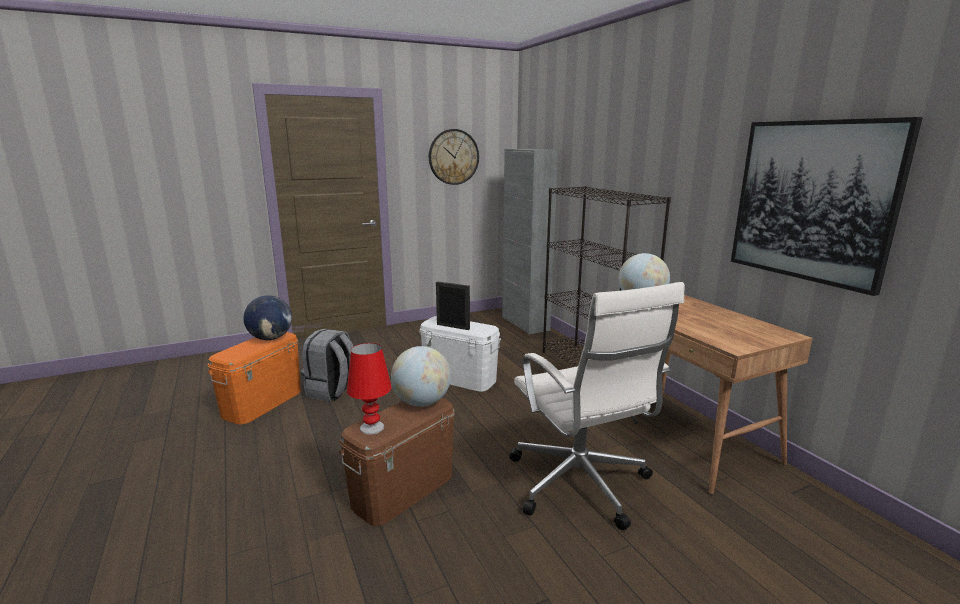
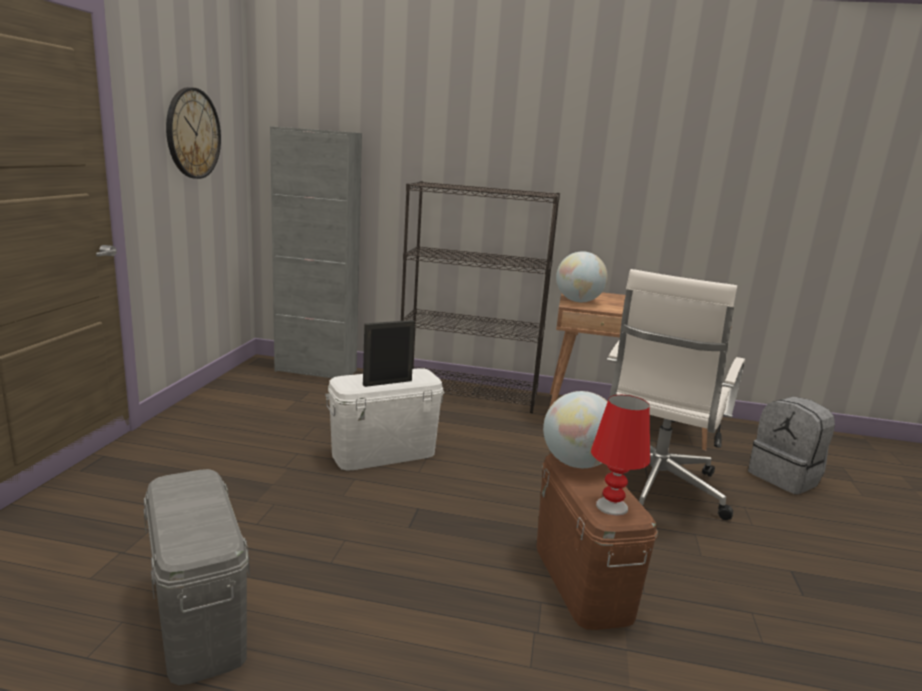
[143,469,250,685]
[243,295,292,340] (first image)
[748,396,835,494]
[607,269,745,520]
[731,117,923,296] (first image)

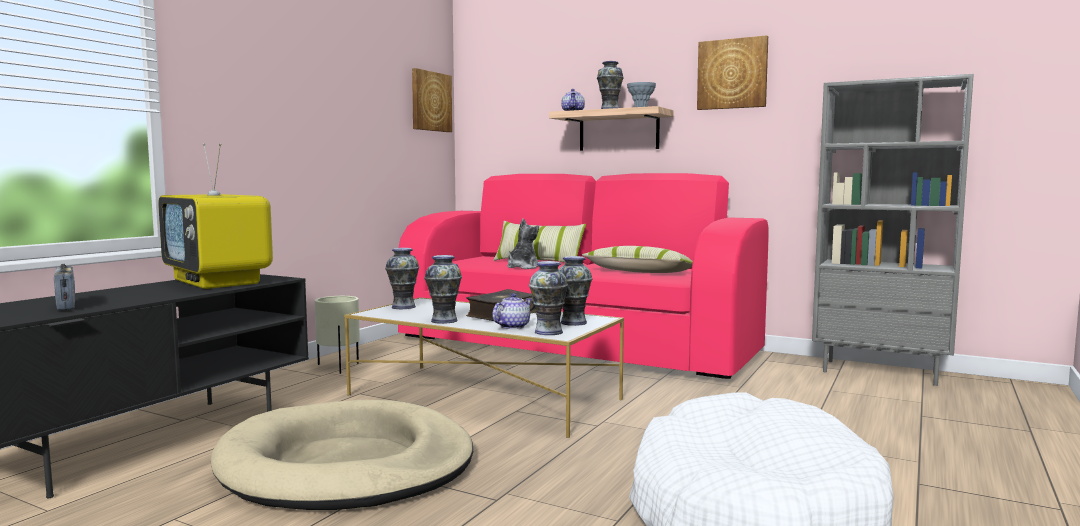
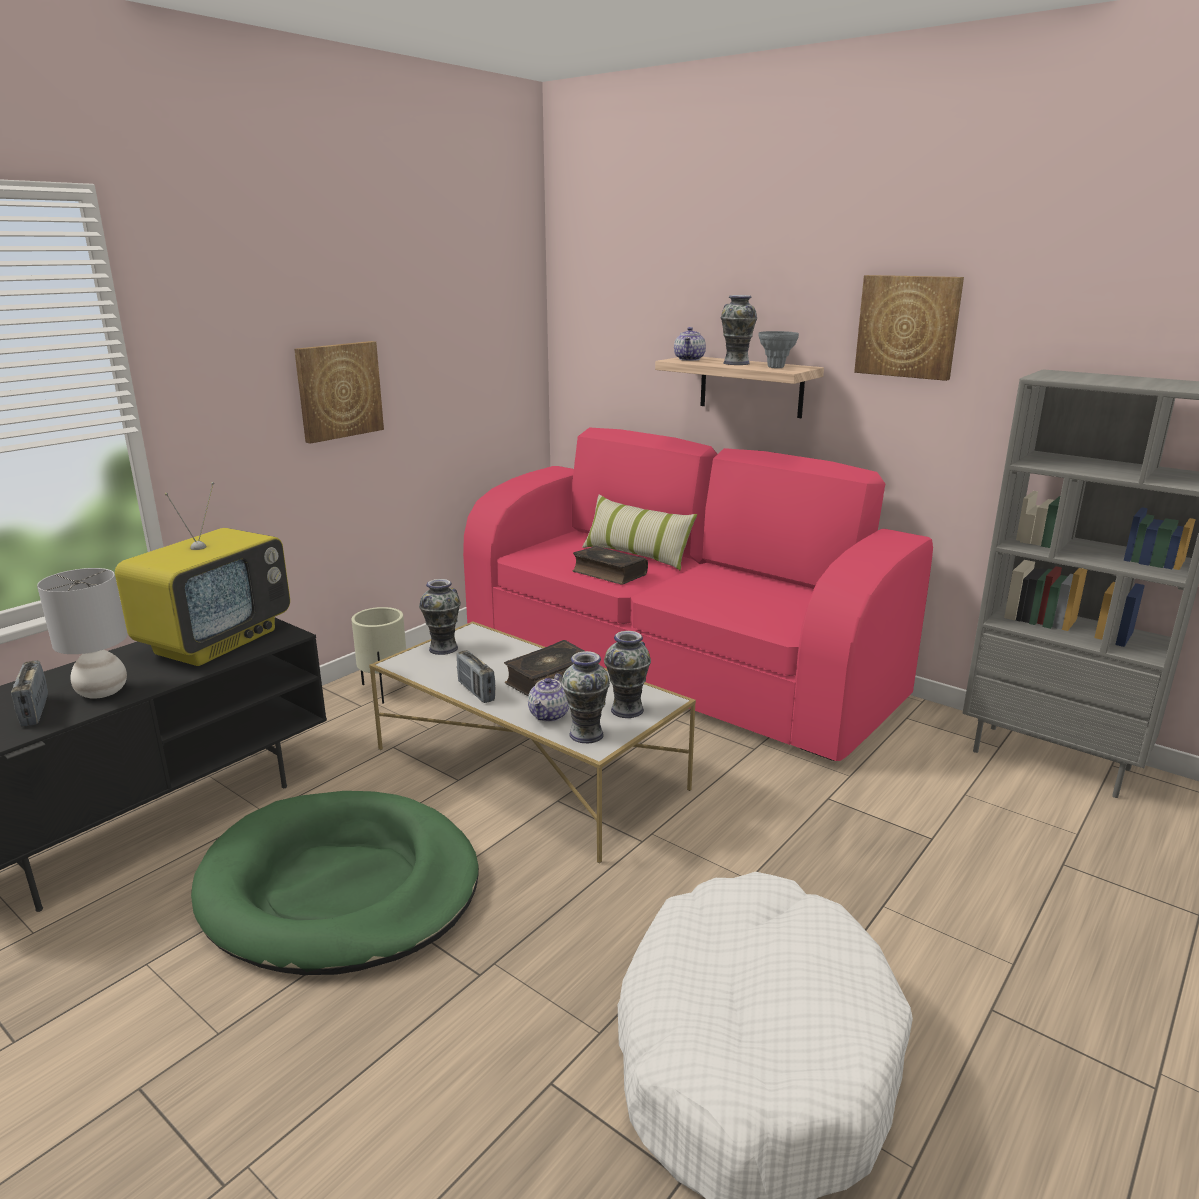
[115,482,290,666]
[191,791,479,975]
[294,341,384,444]
[457,650,495,703]
[528,674,569,722]
[573,546,648,584]
[582,246,693,273] (first image)
[37,568,127,699]

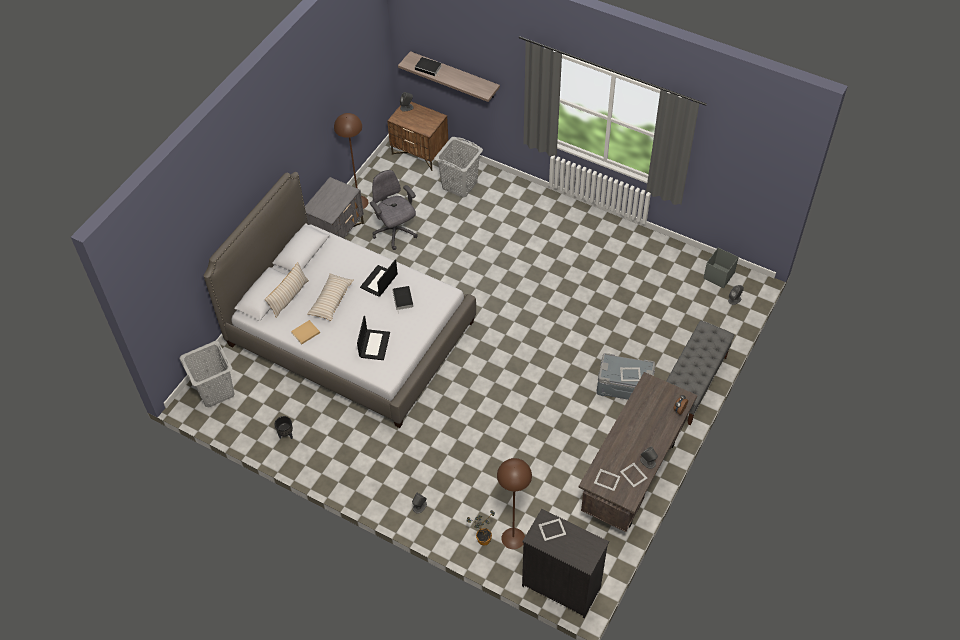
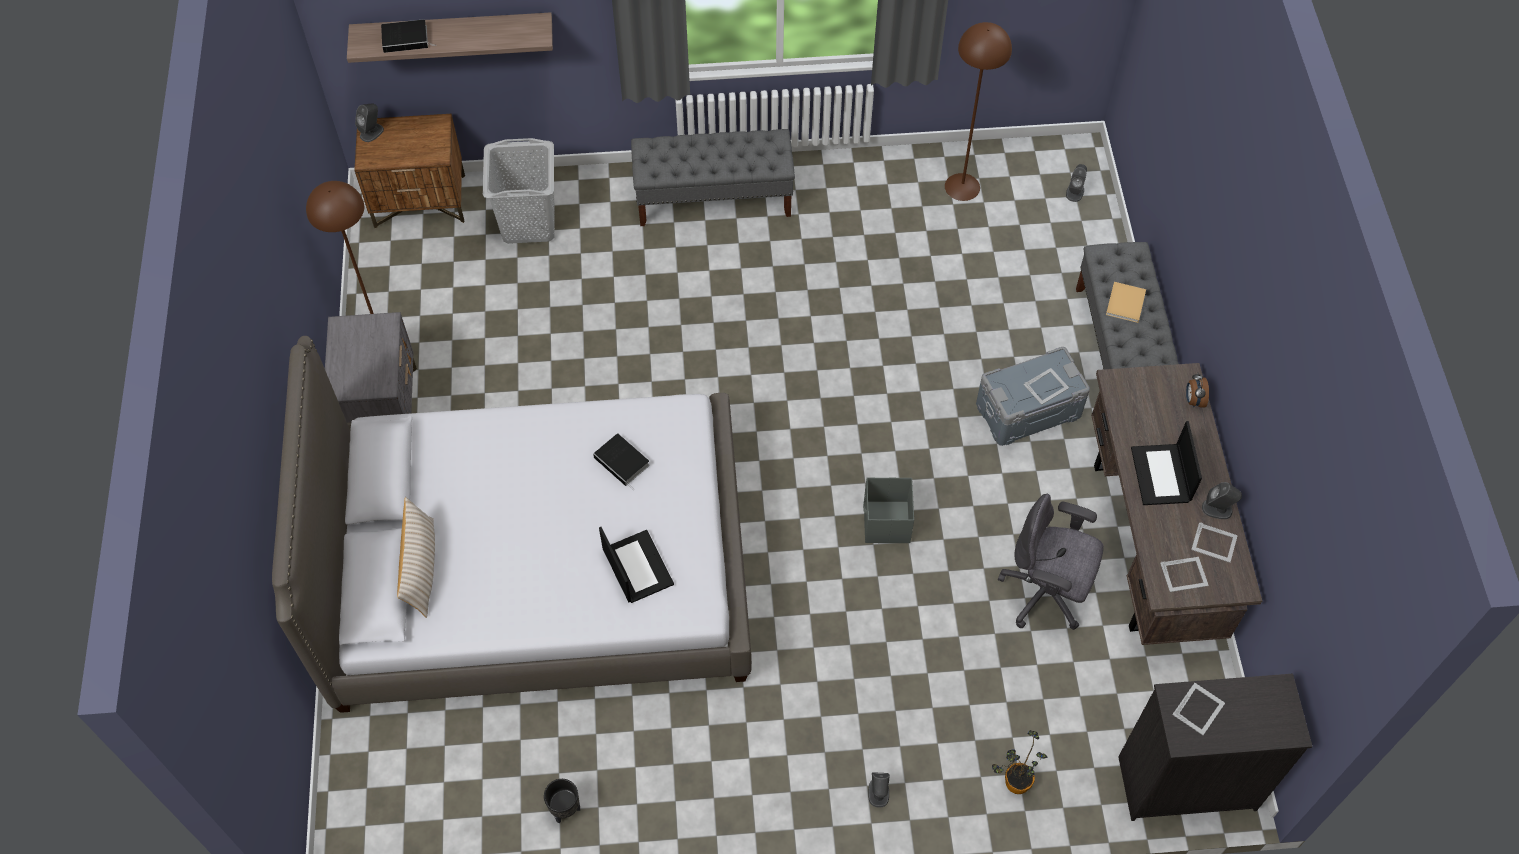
[180,341,235,407] (first image)
[1106,282,1146,323]
[307,273,354,321] (first image)
[1131,421,1202,505]
[998,494,1104,630]
[945,22,1012,201]
[863,478,914,543]
[631,129,795,226]

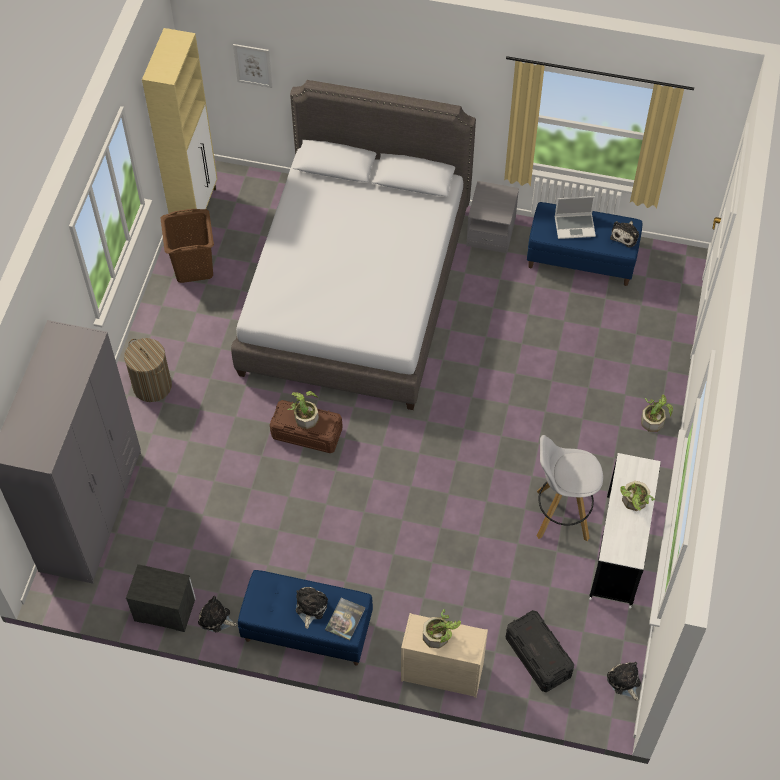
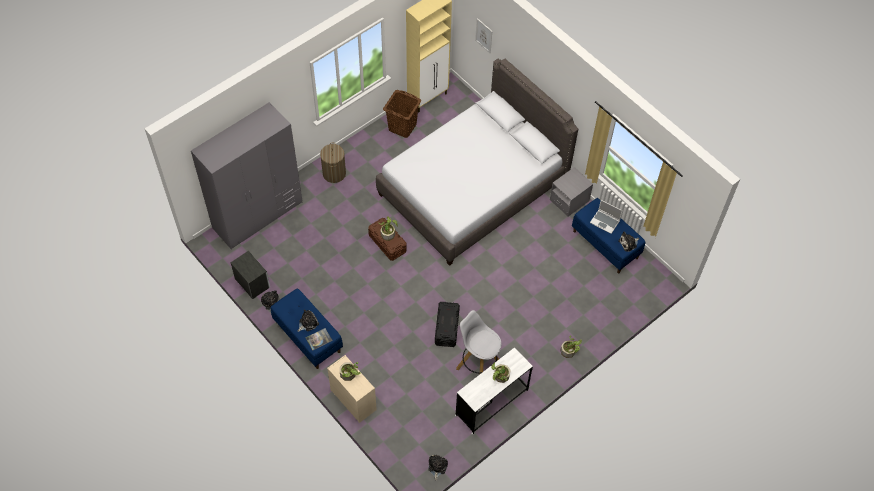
[435,302,460,347]

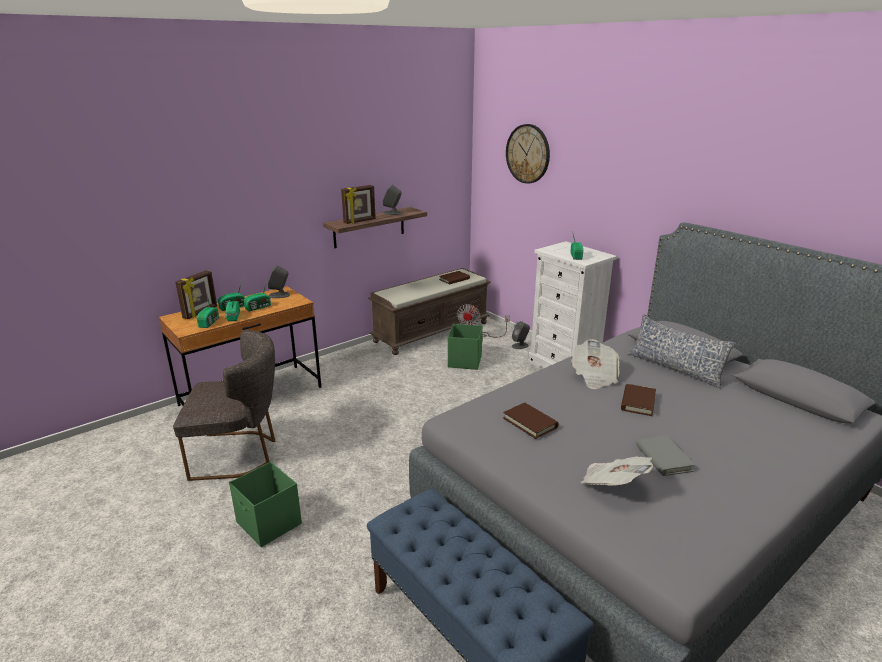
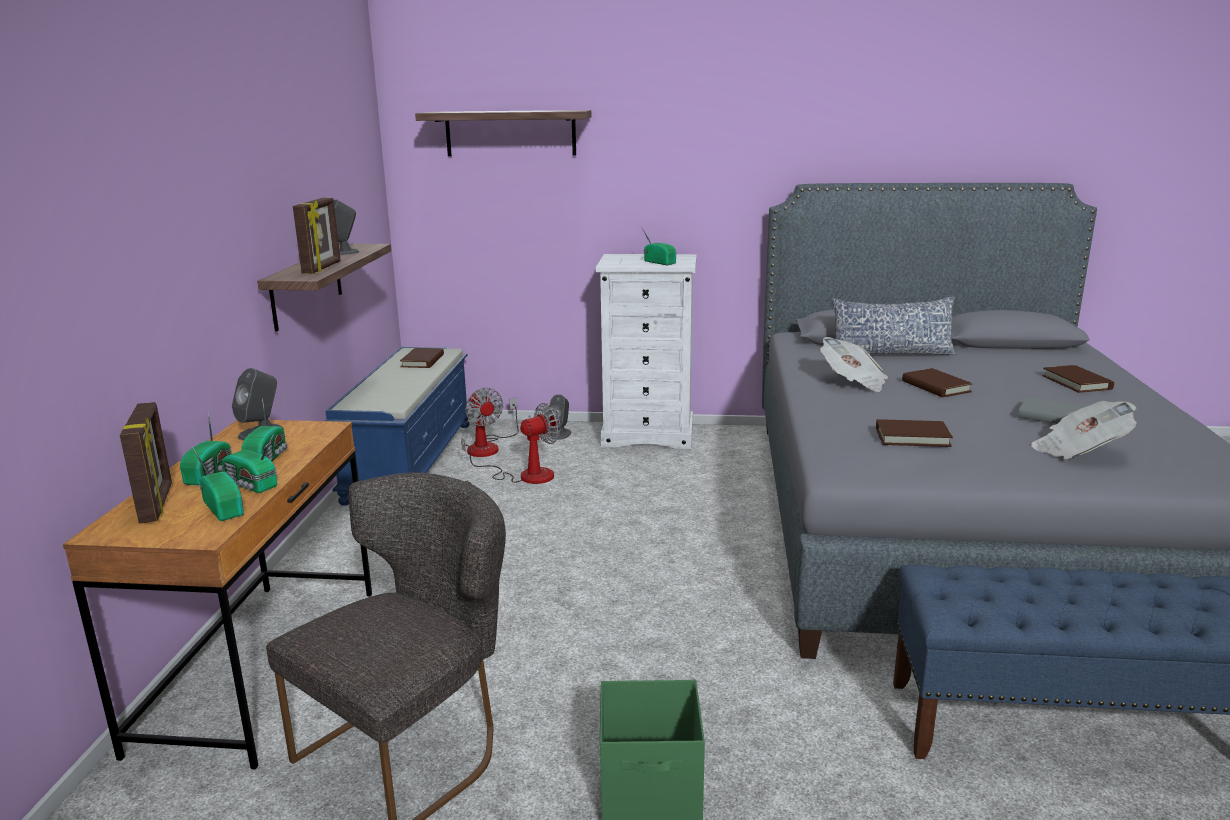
[325,347,470,506]
[461,403,561,484]
[415,110,591,156]
[1042,365,1114,393]

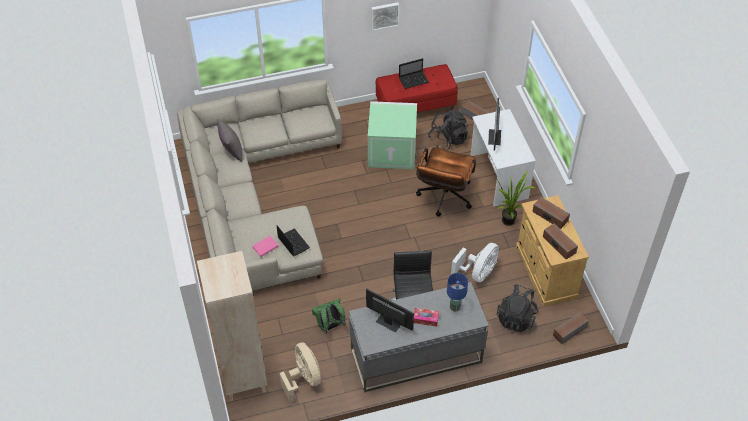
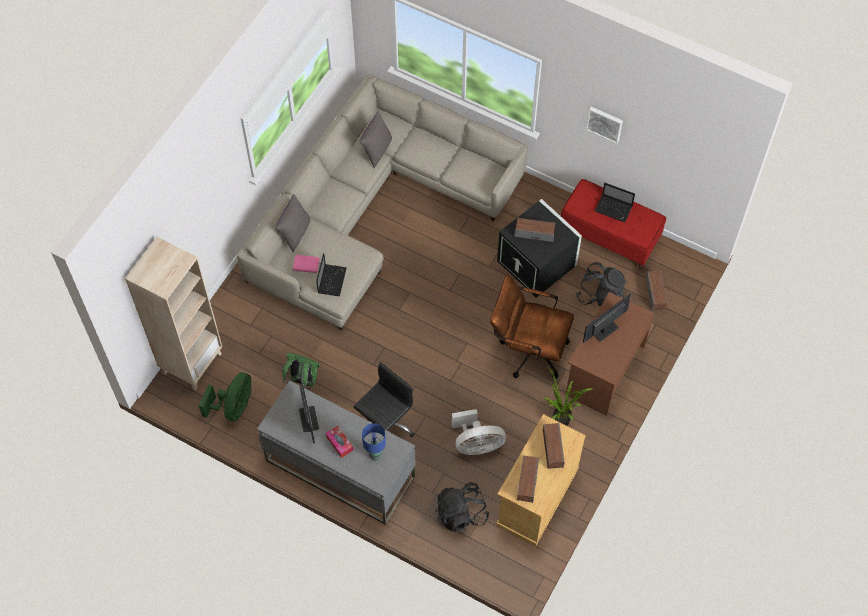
[199,372,251,421]
[497,199,582,298]
[490,275,574,379]
[565,292,654,416]
[515,218,555,242]
[275,194,310,252]

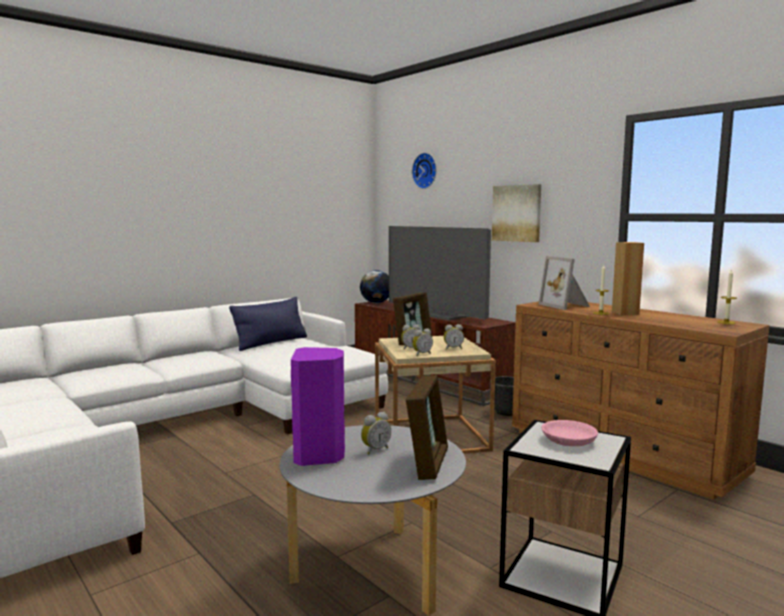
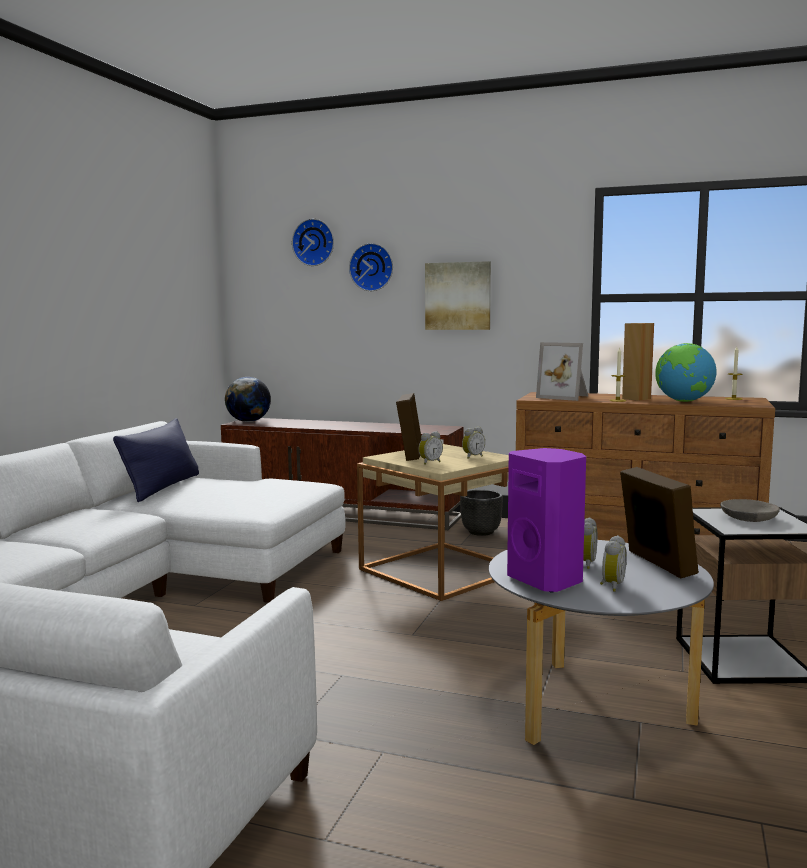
[389,226,491,320] (first image)
[600,535,627,592]
[720,499,780,522]
[349,243,393,291]
[655,343,717,402]

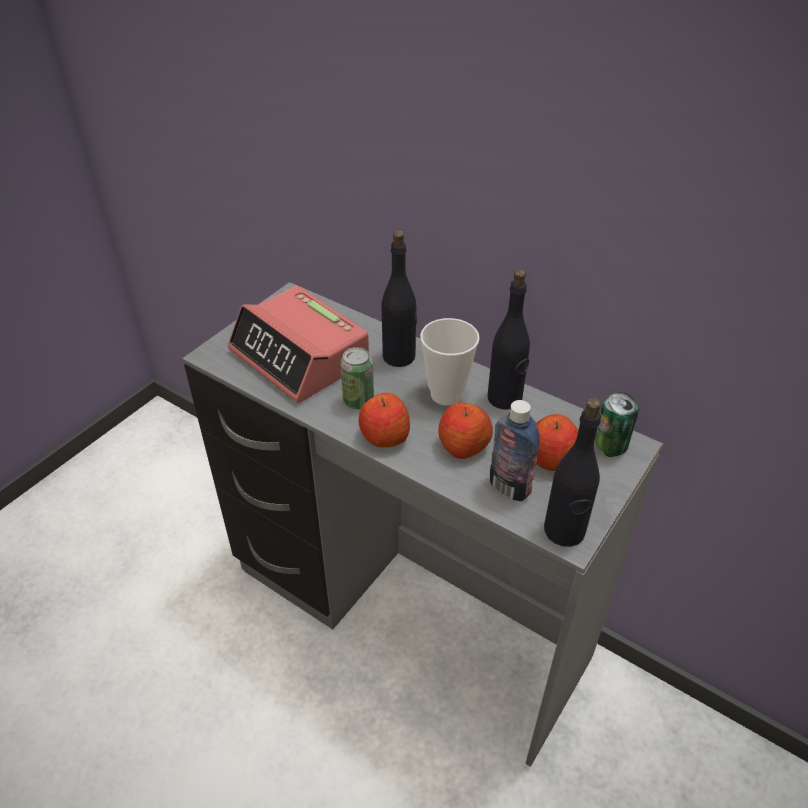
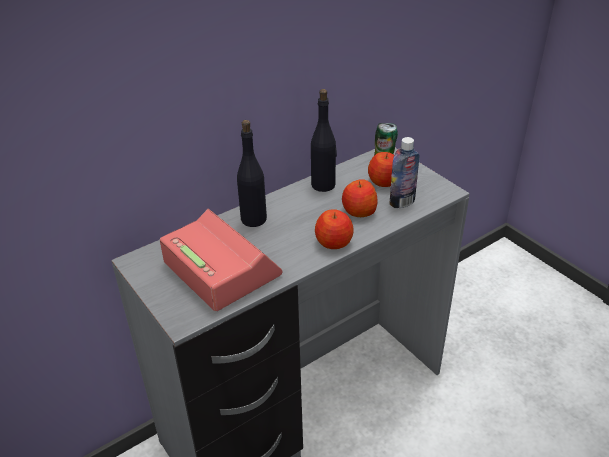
[160,209,283,311]
[340,347,374,409] (first image)
[420,318,480,406] (first image)
[544,397,601,547] (first image)

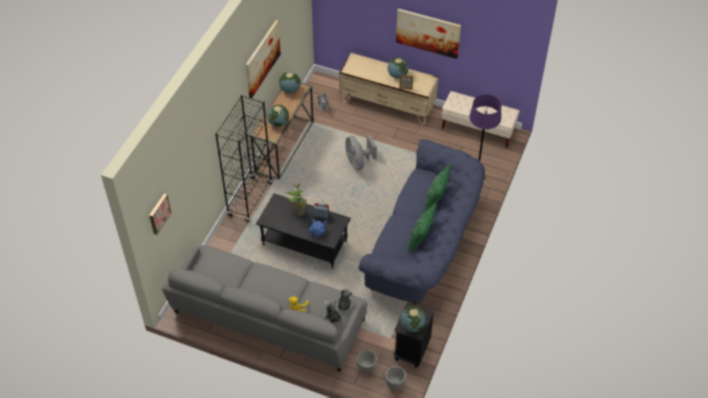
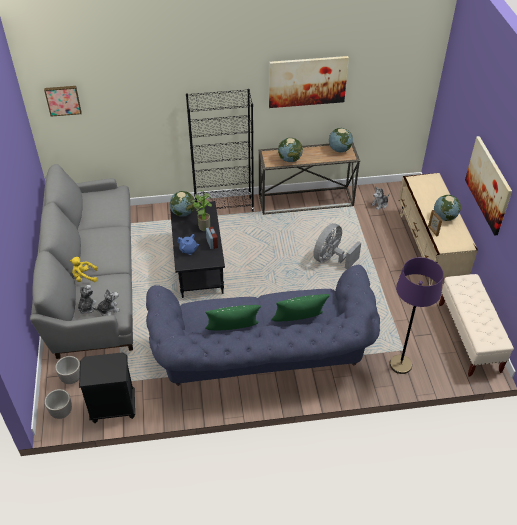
[170,191,195,217]

